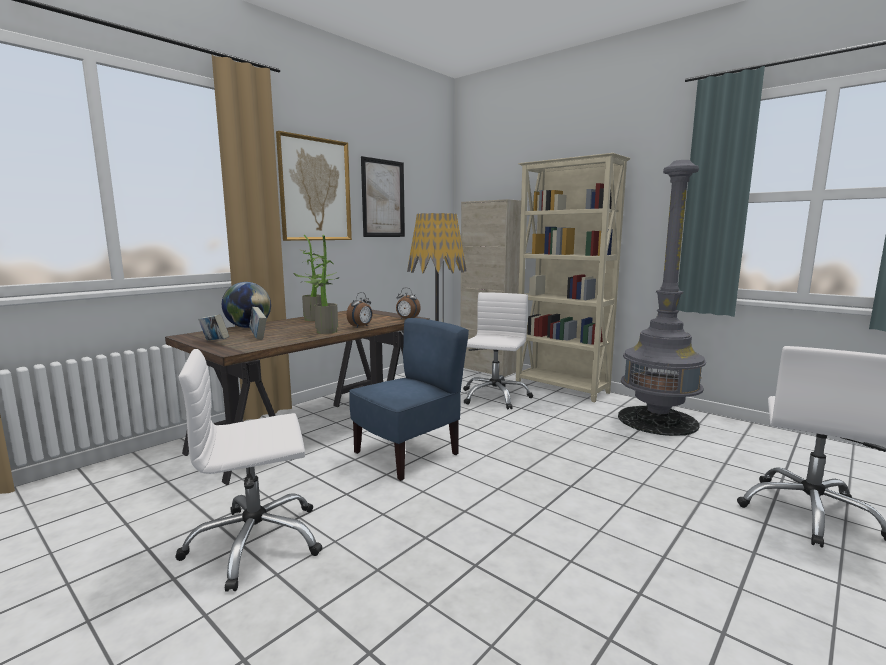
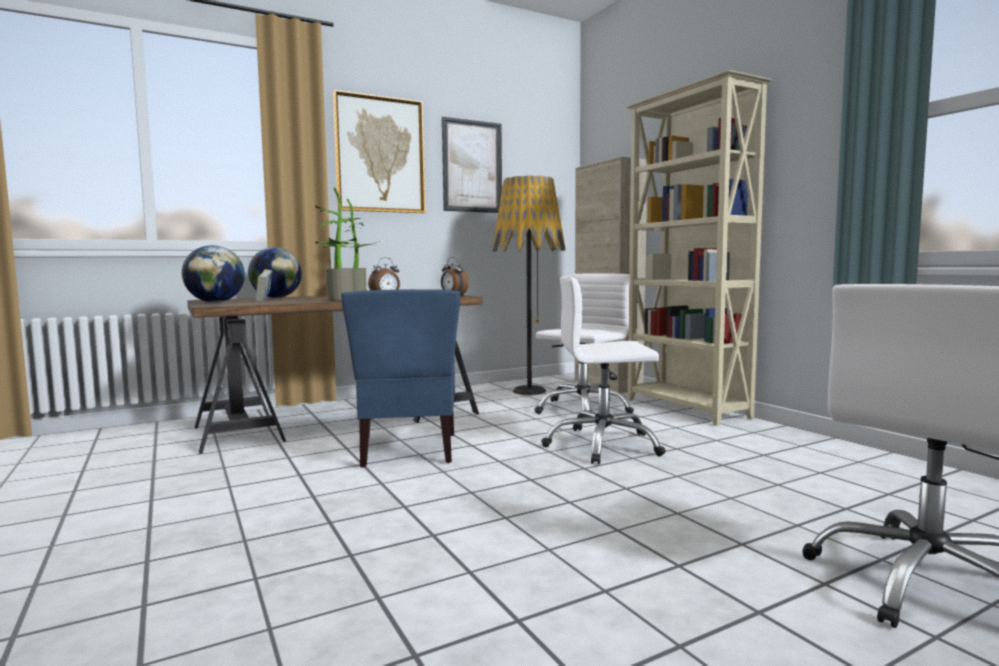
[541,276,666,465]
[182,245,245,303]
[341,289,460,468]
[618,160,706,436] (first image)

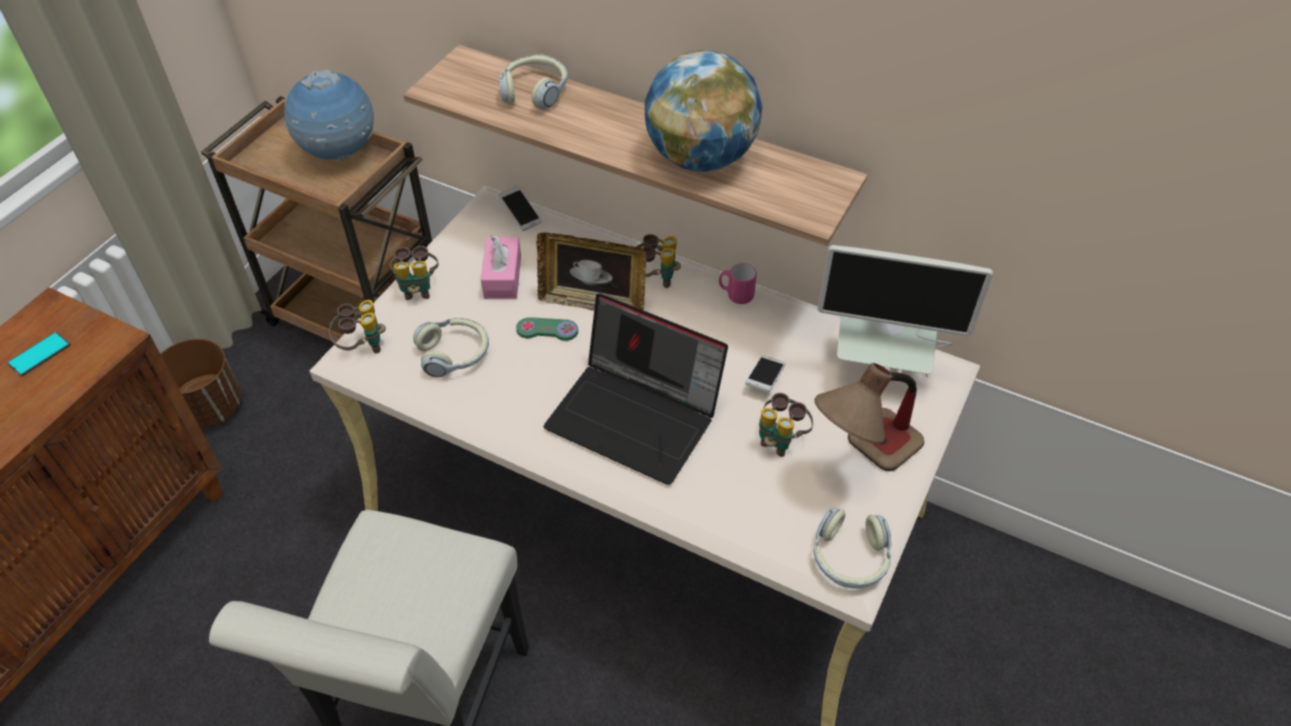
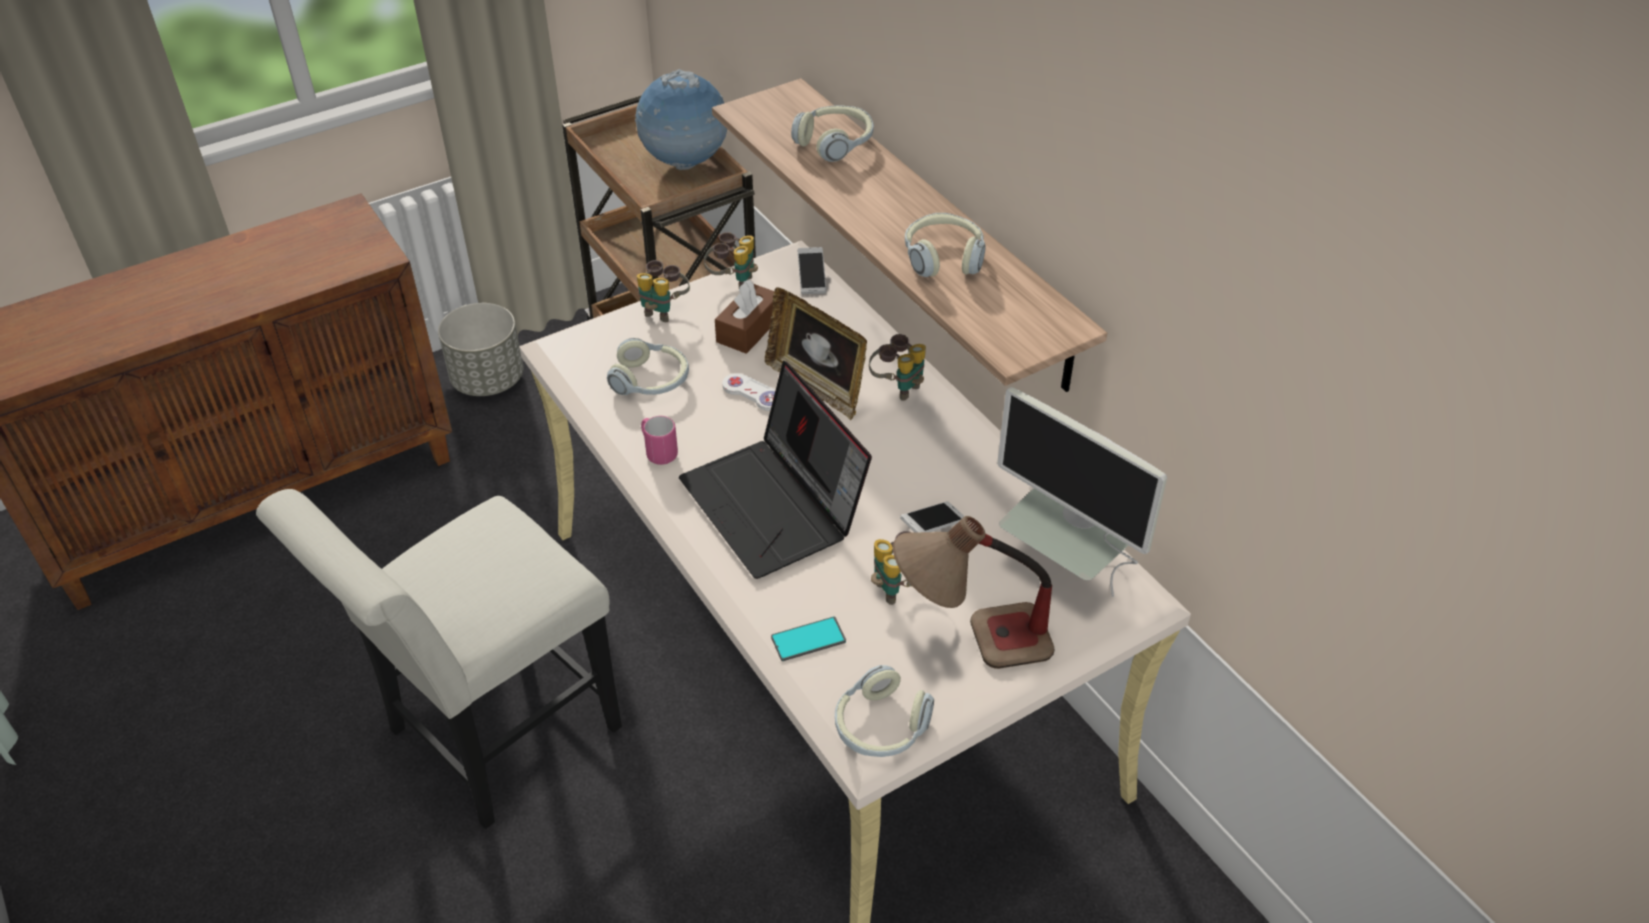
[771,616,846,661]
[438,303,524,396]
[704,232,758,288]
[715,280,774,354]
[722,373,776,411]
[905,213,986,277]
[641,416,678,465]

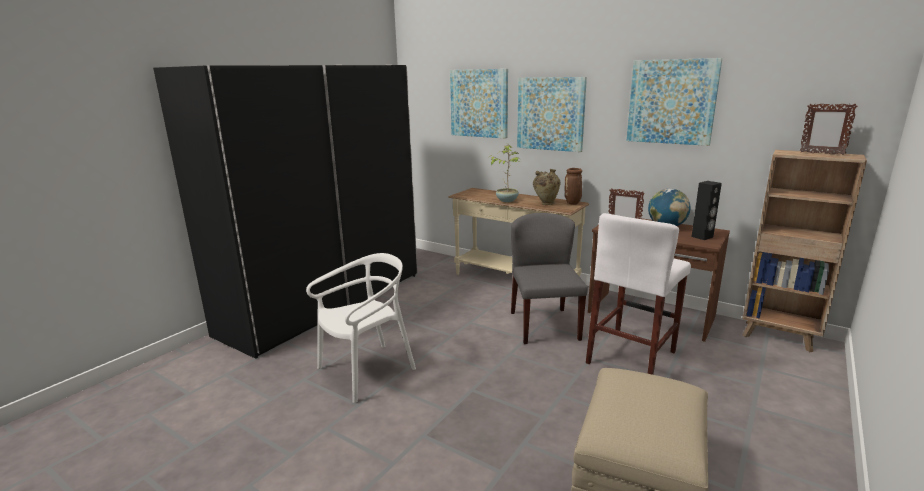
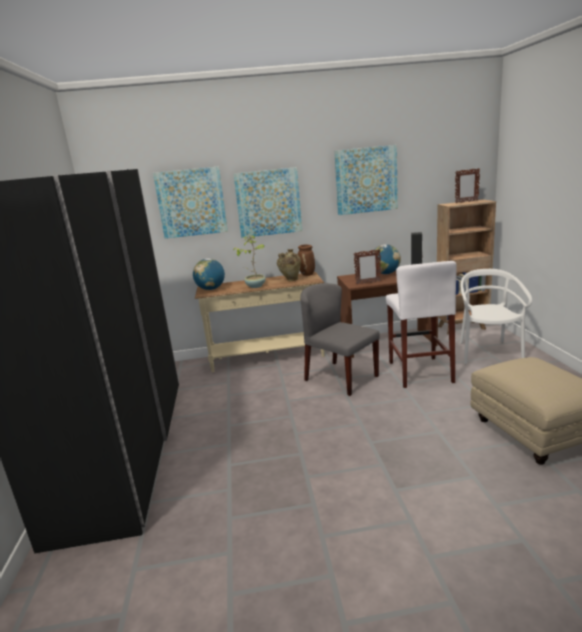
[460,269,532,364]
[193,258,225,290]

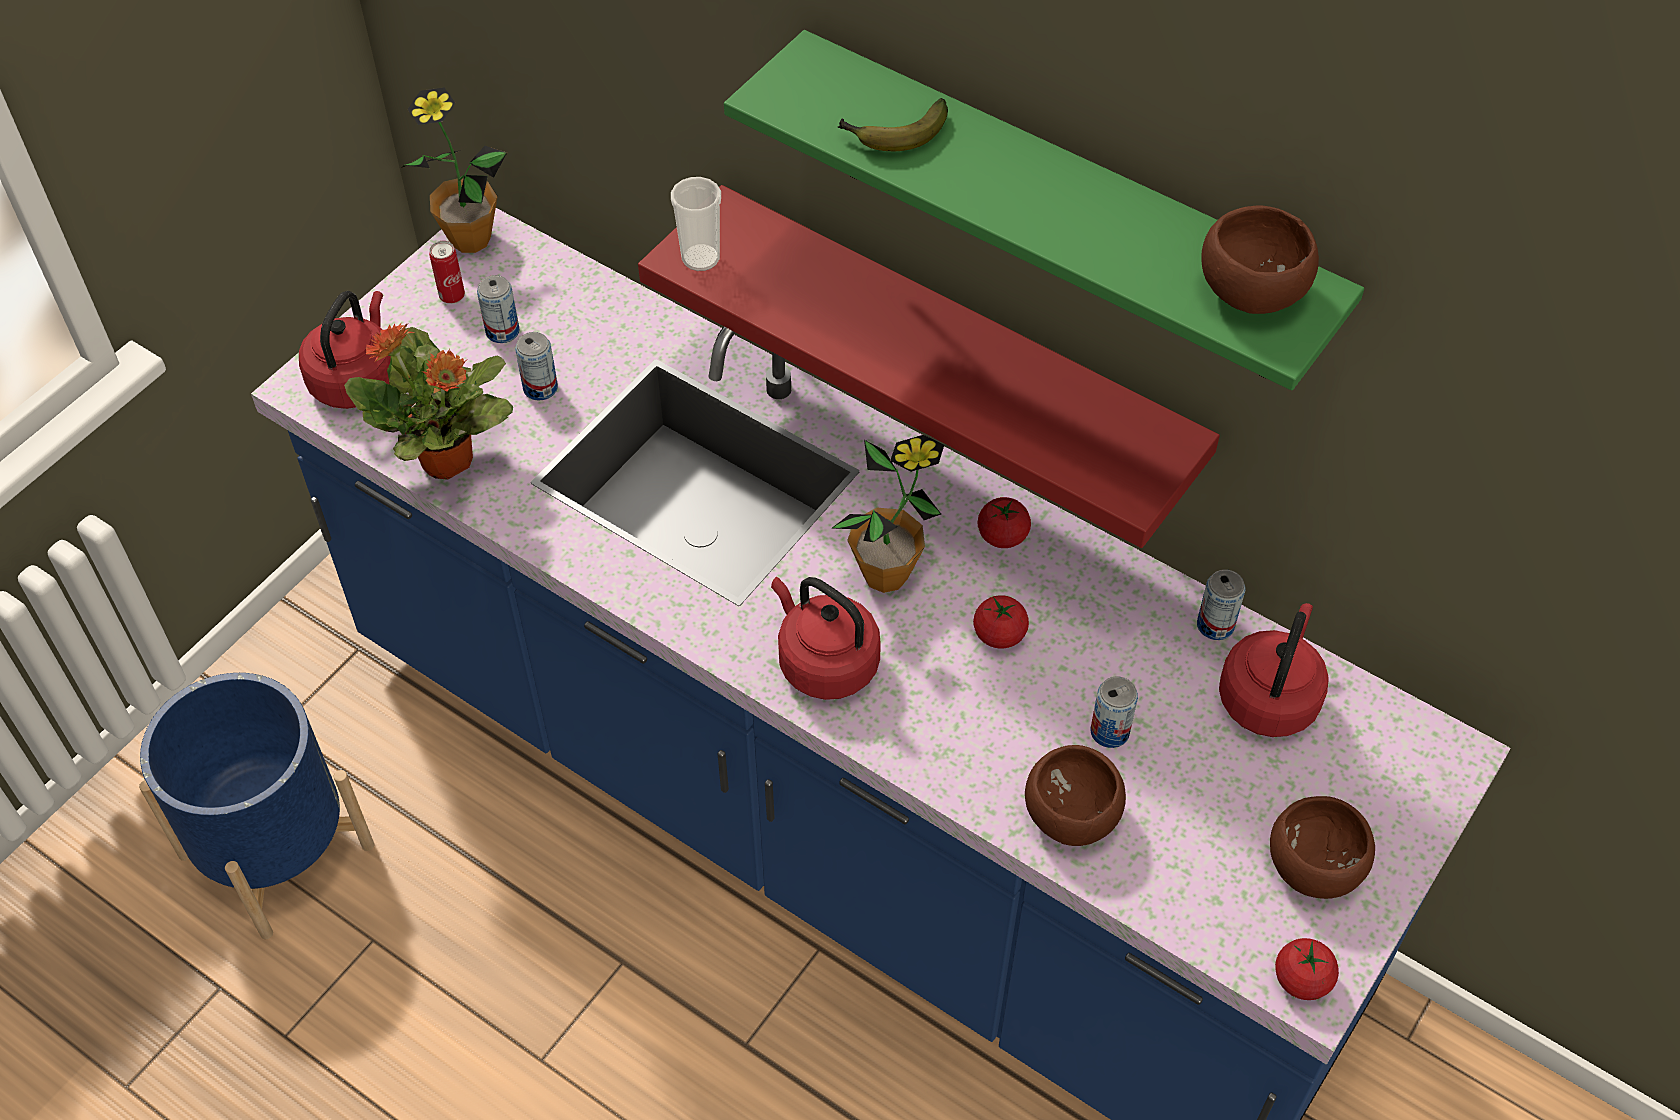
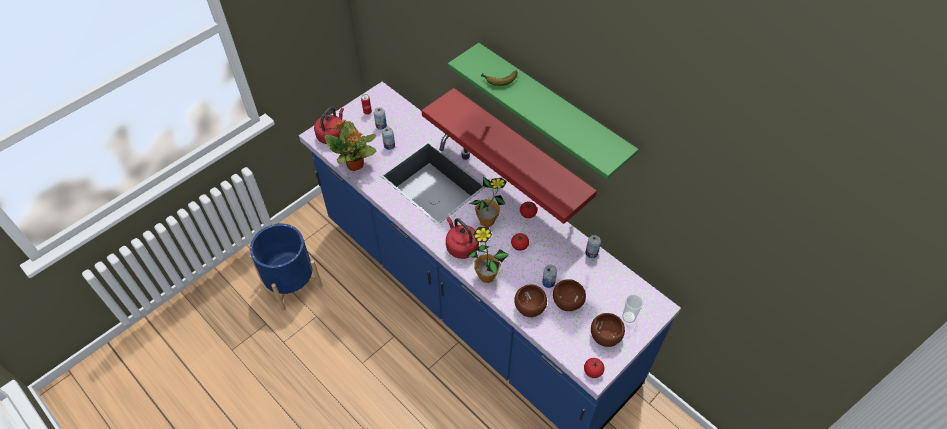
[467,227,509,283]
[622,294,643,323]
[553,279,586,311]
[1219,603,1329,737] (first image)

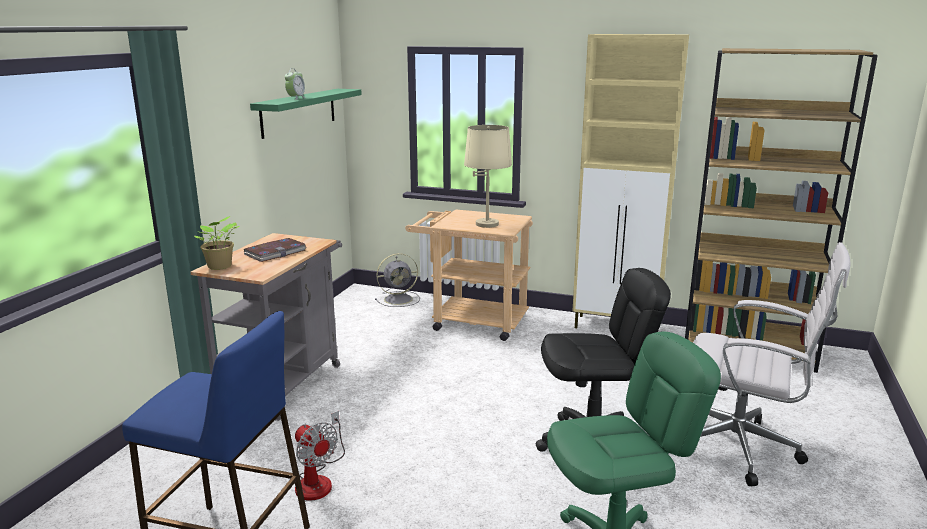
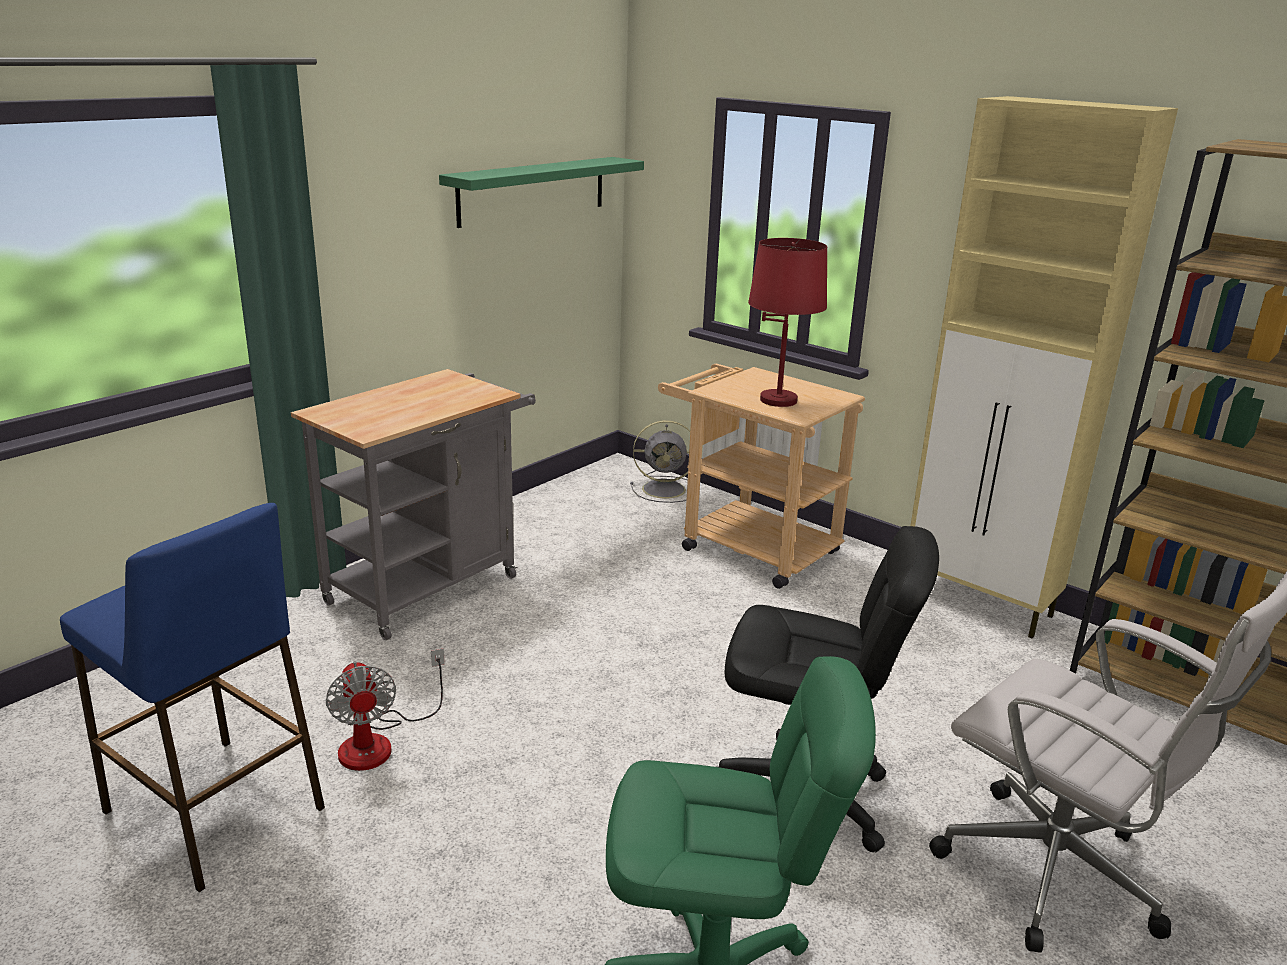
[194,216,240,270] (first image)
[244,238,306,262] (first image)
[285,68,305,100] (first image)
[748,238,827,407]

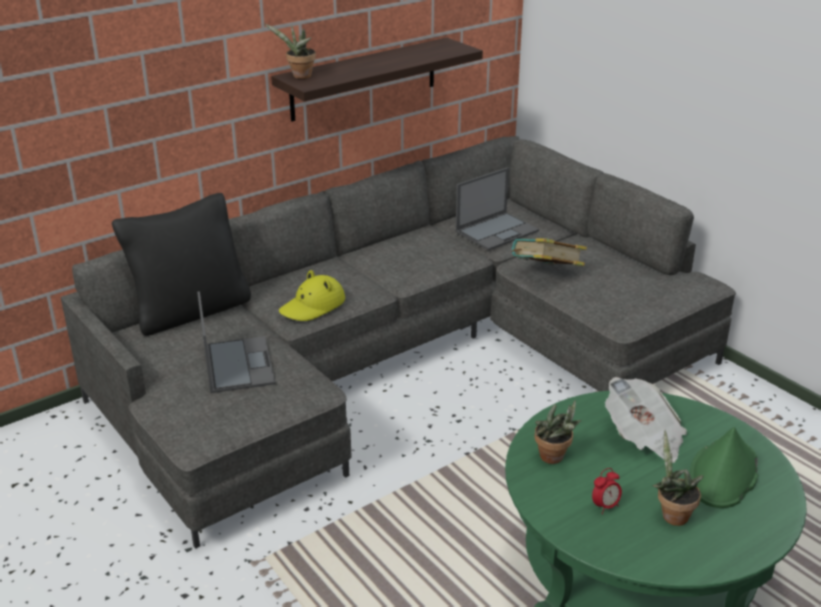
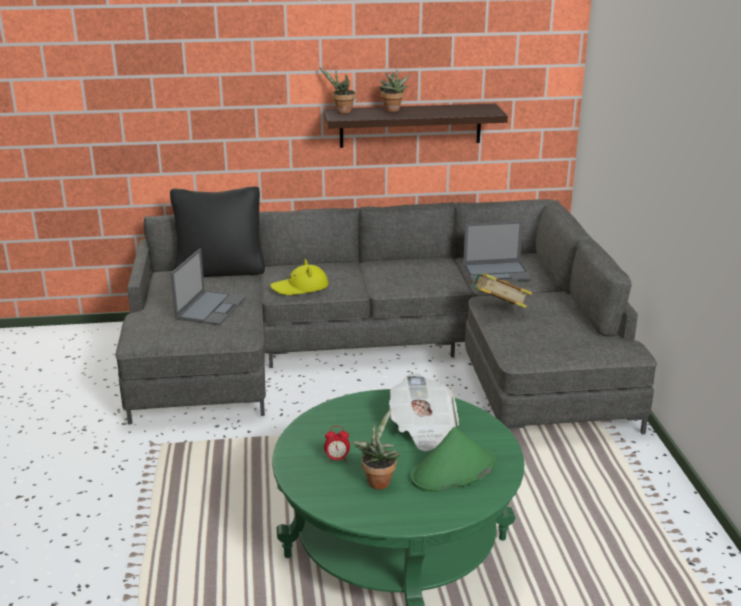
[378,69,410,112]

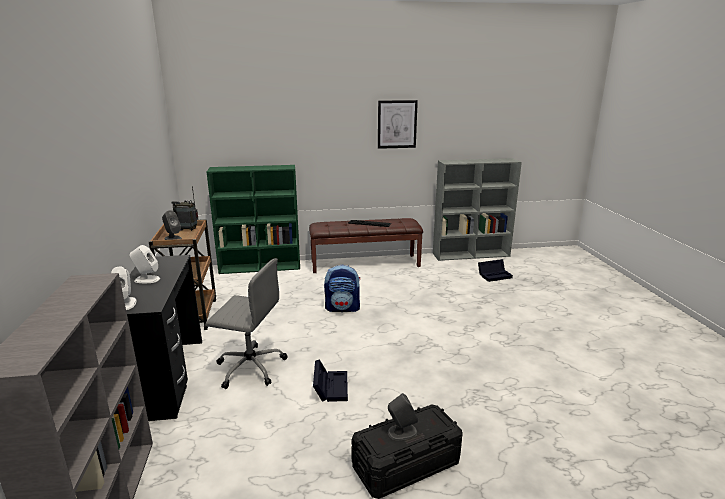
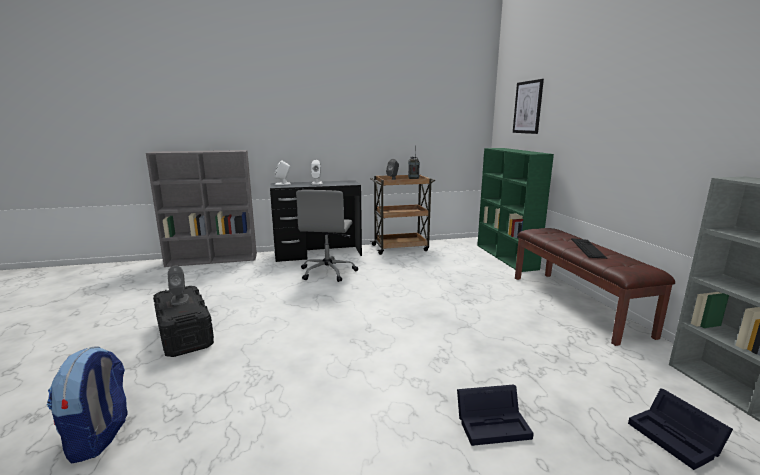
[457,385,534,446]
[47,346,128,464]
[513,79,544,134]

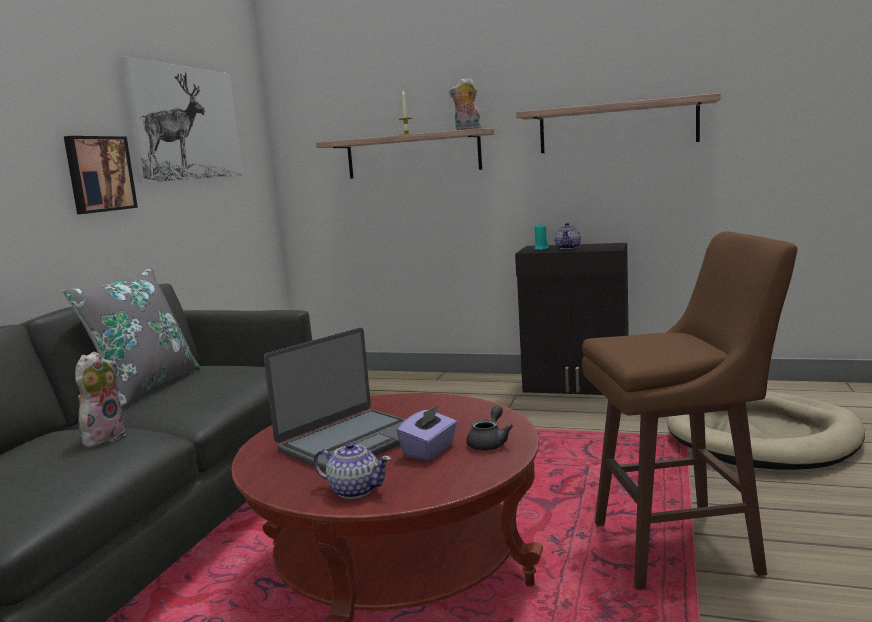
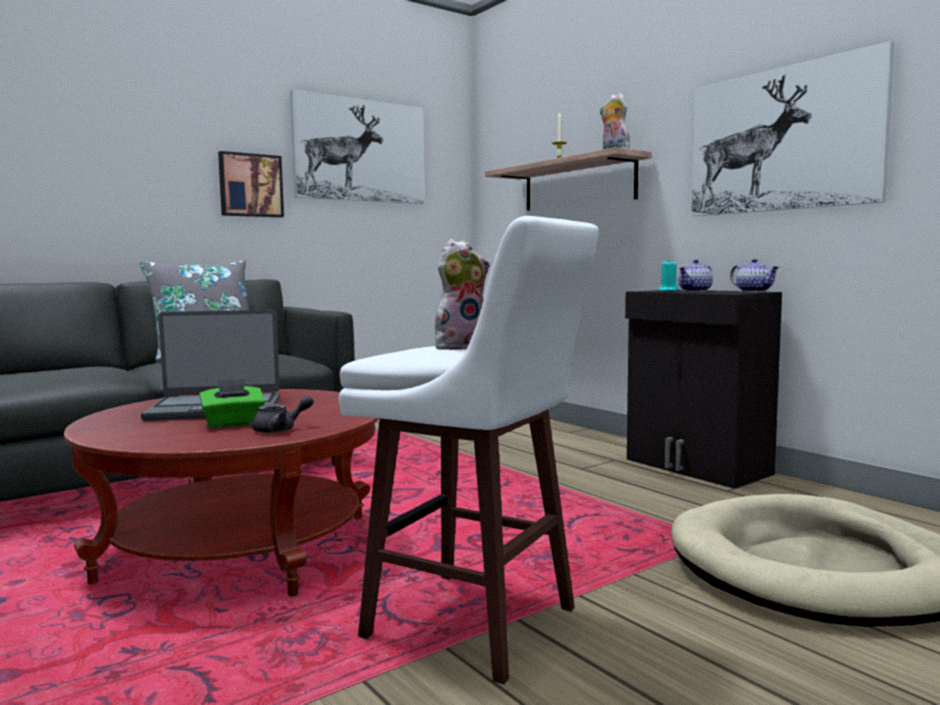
[435,239,490,350]
[730,259,779,292]
[199,379,265,428]
[691,41,894,216]
[339,216,599,685]

